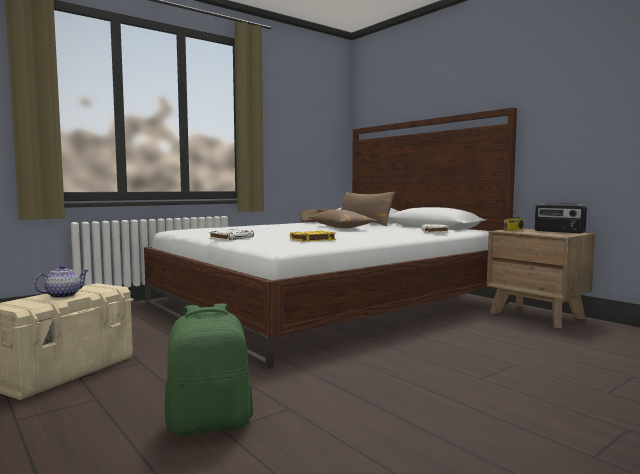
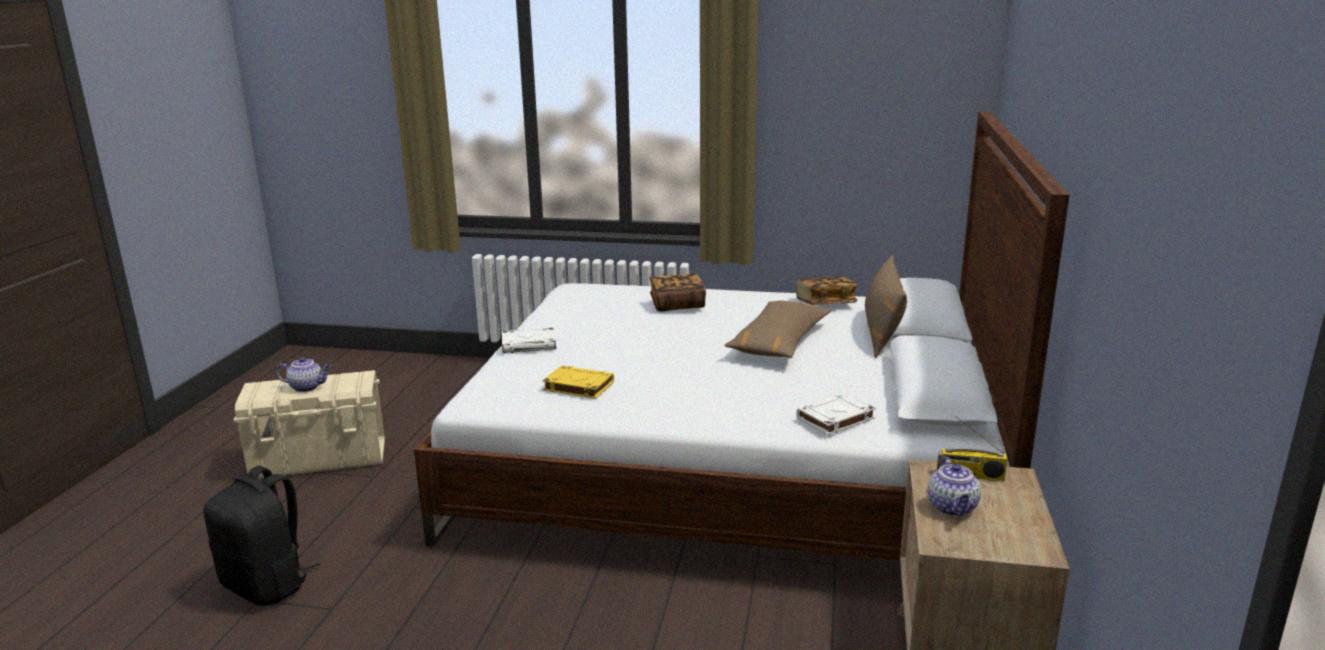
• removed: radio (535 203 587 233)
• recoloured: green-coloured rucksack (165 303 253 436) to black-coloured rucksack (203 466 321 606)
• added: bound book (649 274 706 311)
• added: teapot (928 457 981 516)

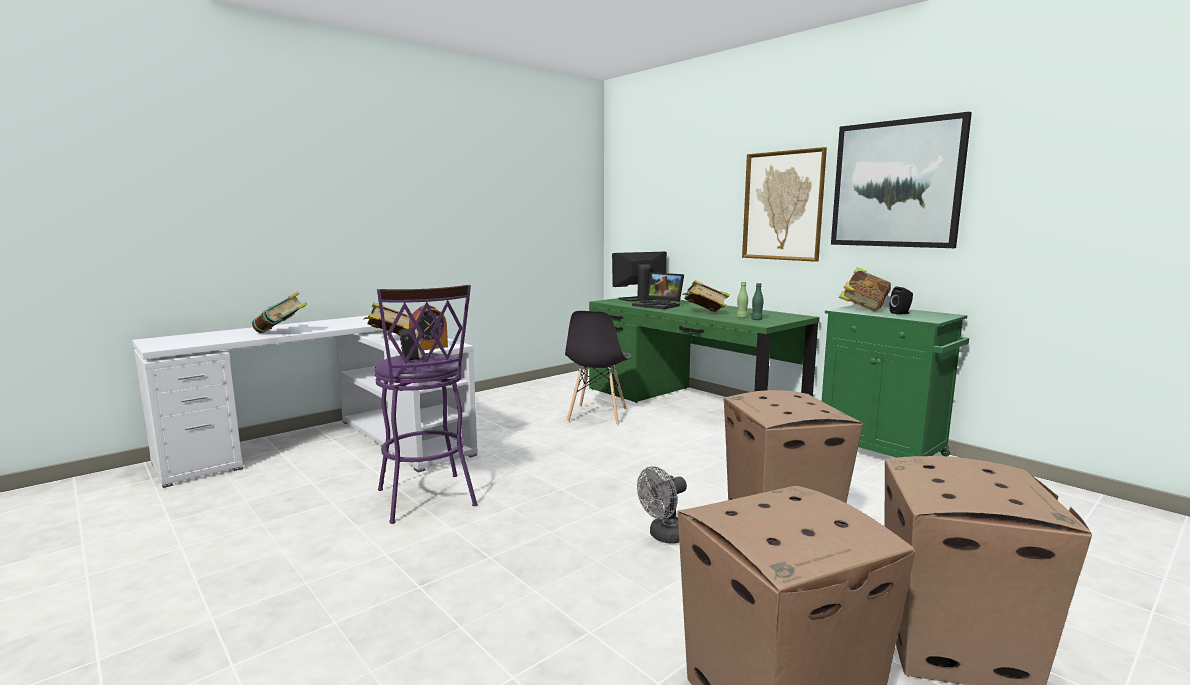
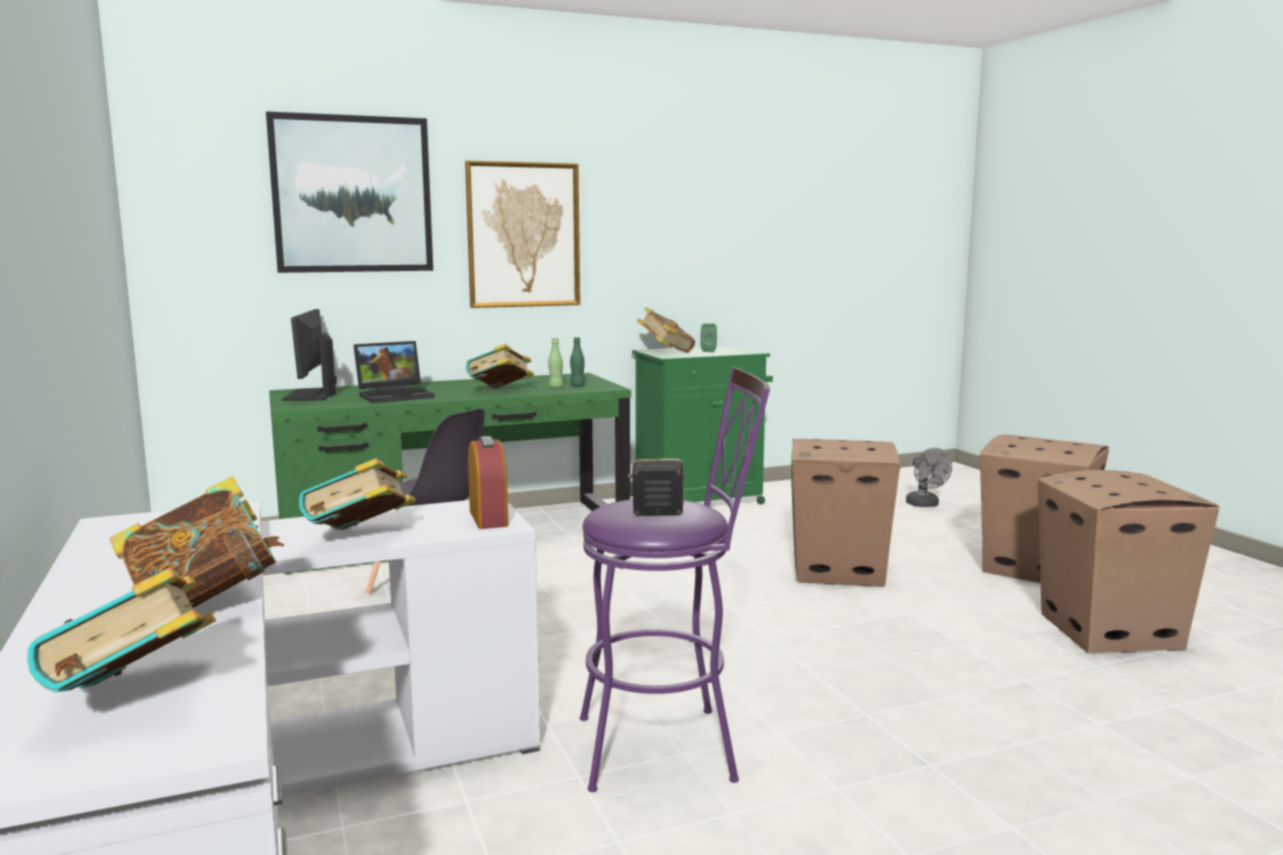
• moved: picture (831 112 972 248) to (266 111 433 273)
• recoloured: black-coloured audio speaker (889 287 913 315) to green-coloured audio speaker (700 323 717 352)
• moved: gray cooling fan (637 466 687 543) to (906 448 952 507)
• added: bound book (27 568 216 692)

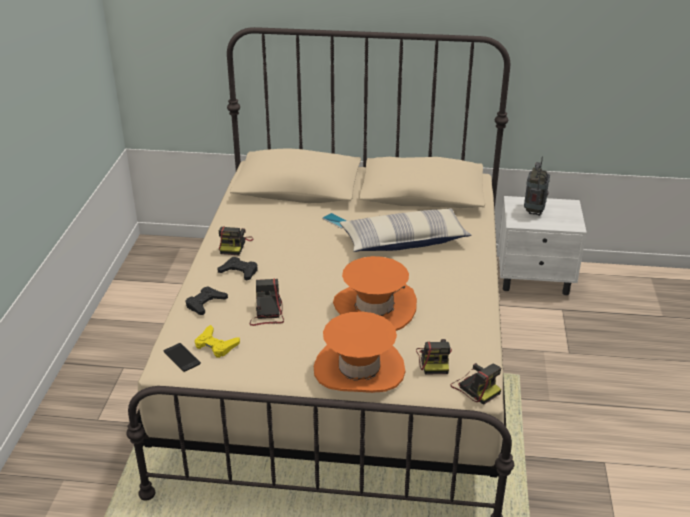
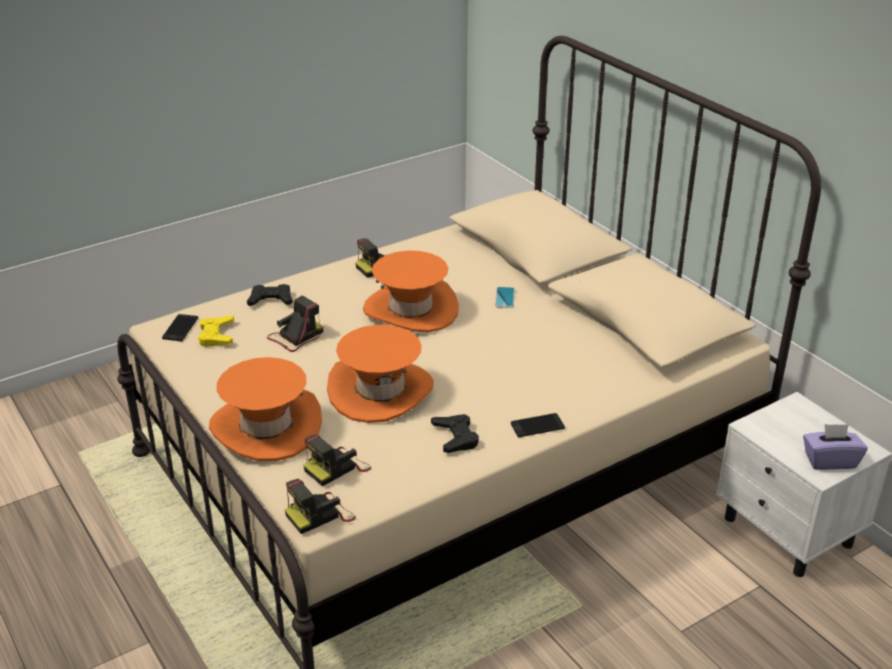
• removed: radio (524 156 550 216)
• removed: throw pillow (340 208 471 252)
• moved: black-coloured game controller (218 257 257 280) to (431 414 479 453)
• turned: still camera (450 363 501 405) = (285 479 356 534) 45 degrees clockwise
• added: orange clothing hat (363 251 459 333)
• added: telephone (511 413 565 437)
• added: purple-coloured tissue holder (803 424 868 470)

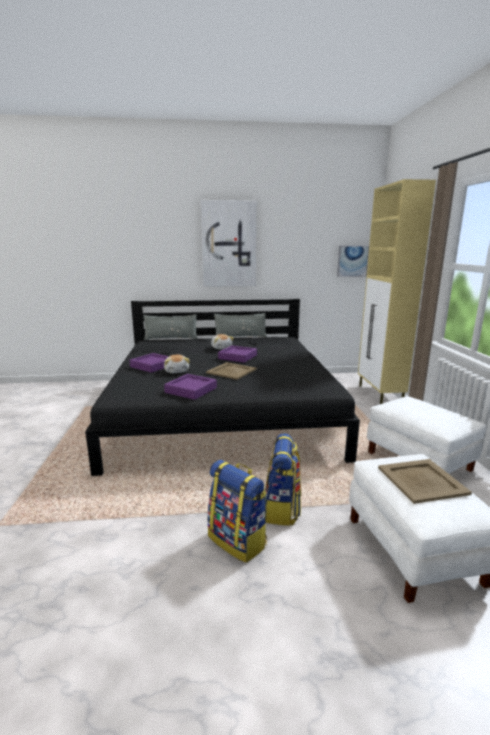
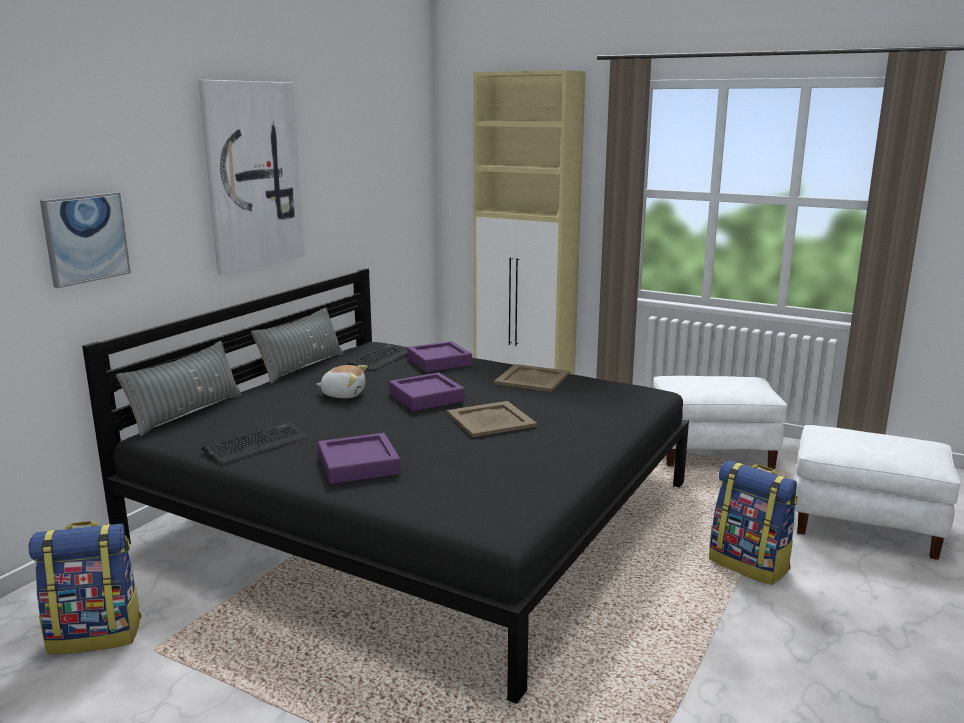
• moved: picture (337 246 369 277) to (40 192 131 288)
• removed: plush toy (164 355 190 373)
• moved: purple-coloured serving tray (164 374 217 400) to (407 341 472 372)
• moved: beige-coloured serving tray (378 459 472 504) to (494 364 570 392)
• moved: rucksack (207 460 267 563) to (28 521 142 655)

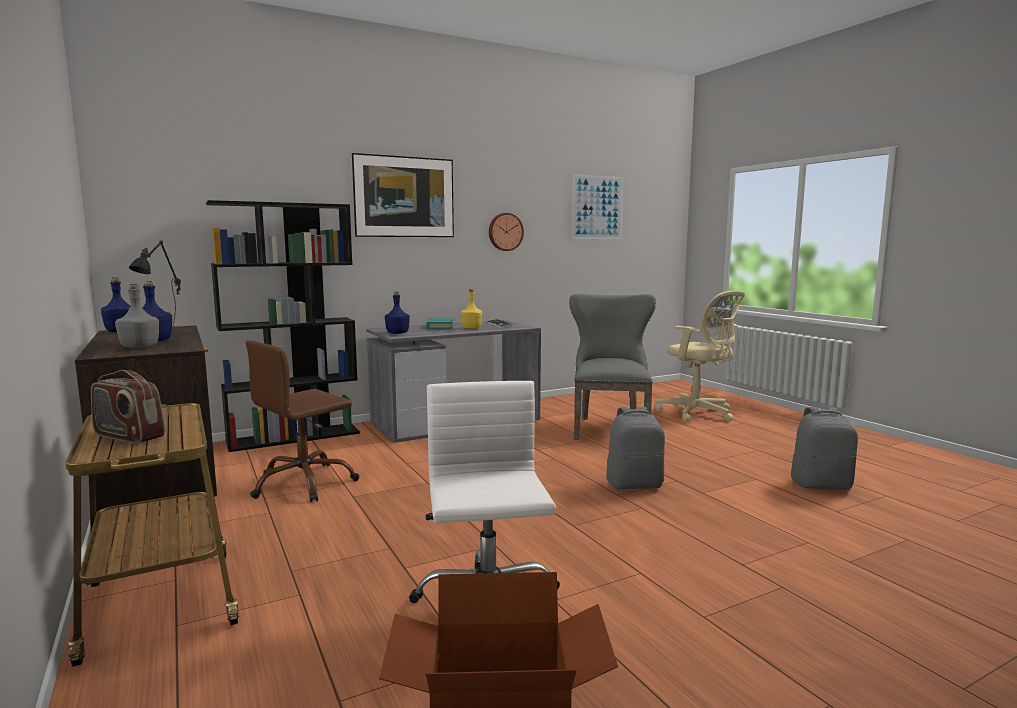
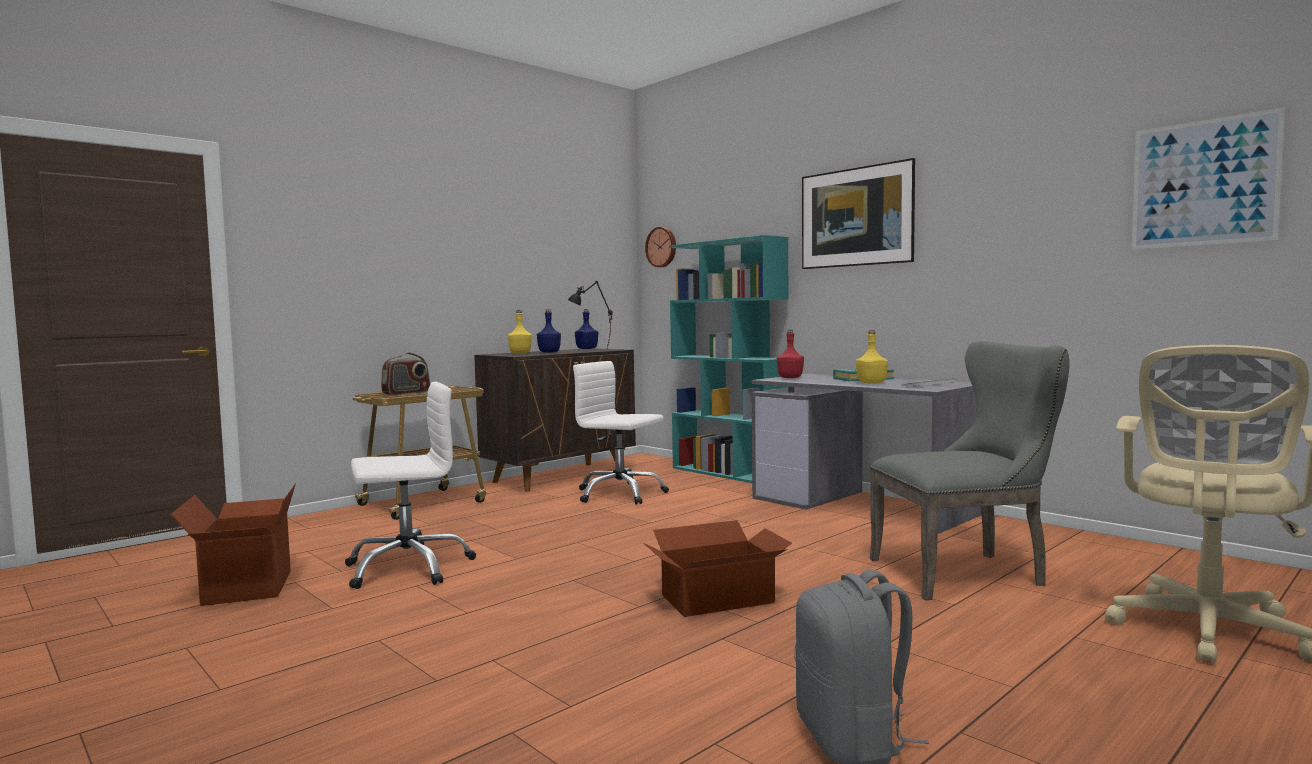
• recoloured: black-coloured bookcase (206 200 360 452) to turquoise bookcase (669 235 789 483)
• moved: clock on the wall (489 213 524 251) to (645 227 676 267)
• recoloured: gray bottle (115 284 159 348) to yellow bottle (508 310 532 354)
• recoloured: blue bottle (385 292 410 334) to red-coloured bottle (777 330 804 378)
• recoloured: brown desk chair (245 340 359 502) to white-coloured desk chair (573 361 669 504)
• turned: radio (91 370 165 444) = (381 353 430 395) 150 degrees counterclockwise
• replaced: gray rucksack (606 407 665 489) to cardboard box (643 520 792 617)

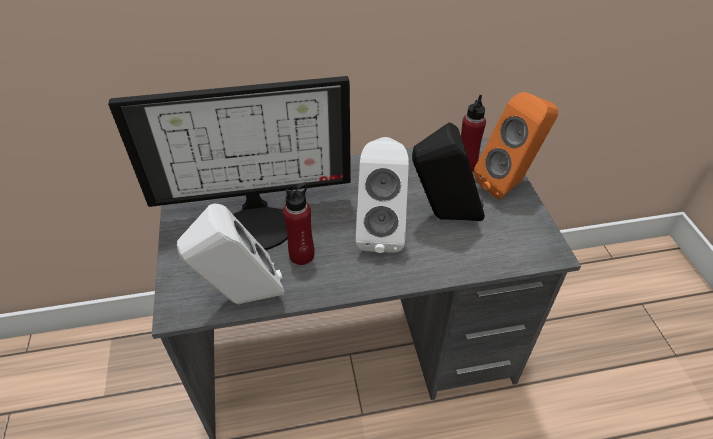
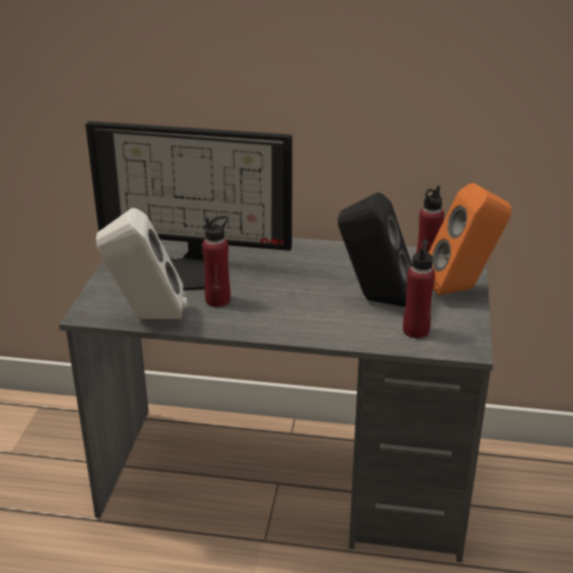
• removed: white-coloured audio speaker (356 137 409 253)
• added: red-coloured bottle (403 239 435 338)

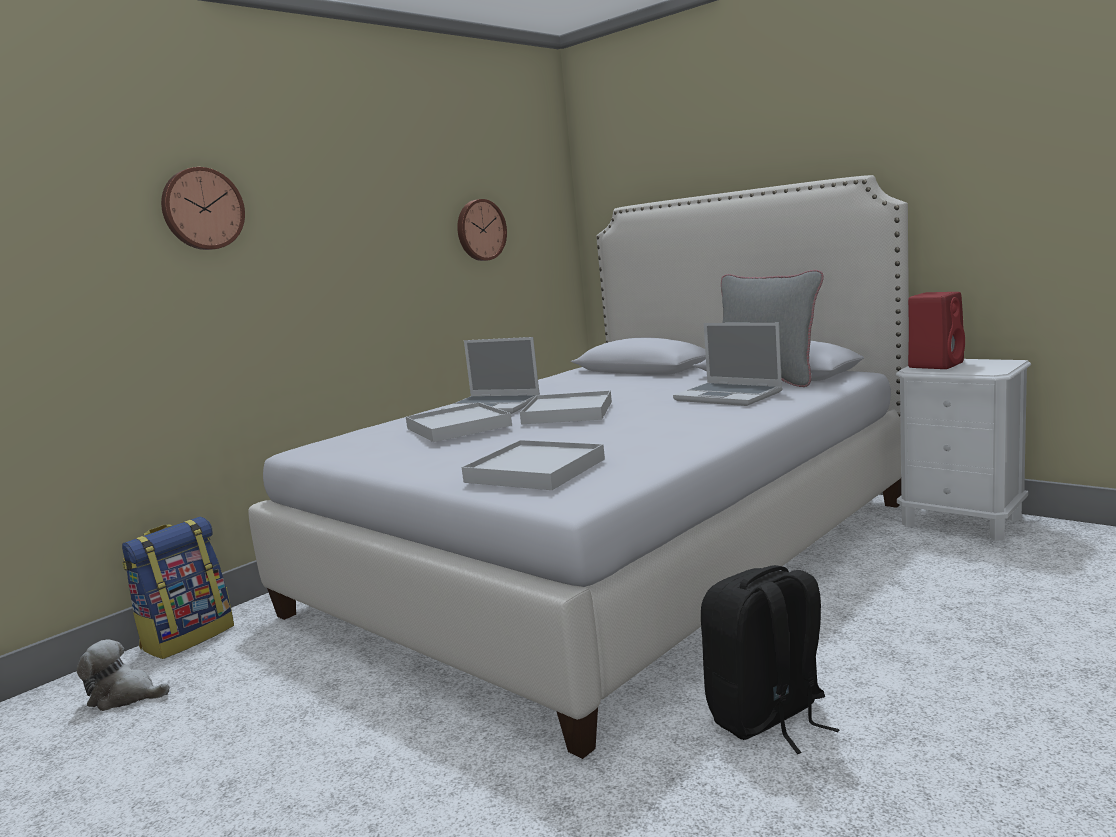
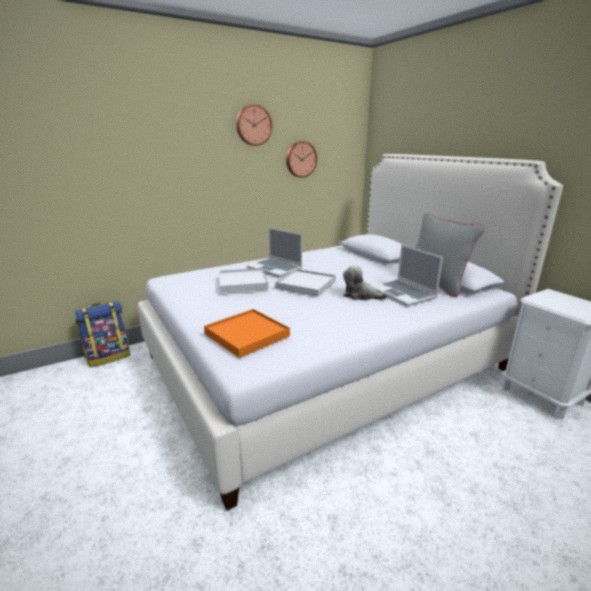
• moved: clock on the wall (161 167 245 250) to (236 104 272 146)
• removed: red-coloured audio speaker (908 292 965 369)
• recoloured: white-coloured serving tray (462 440 605 490) to orange serving tray (204 309 290 358)
• removed: black-coloured rucksack (701 565 839 754)
• moved: plush toy (77 640 169 711) to (343 265 388 300)

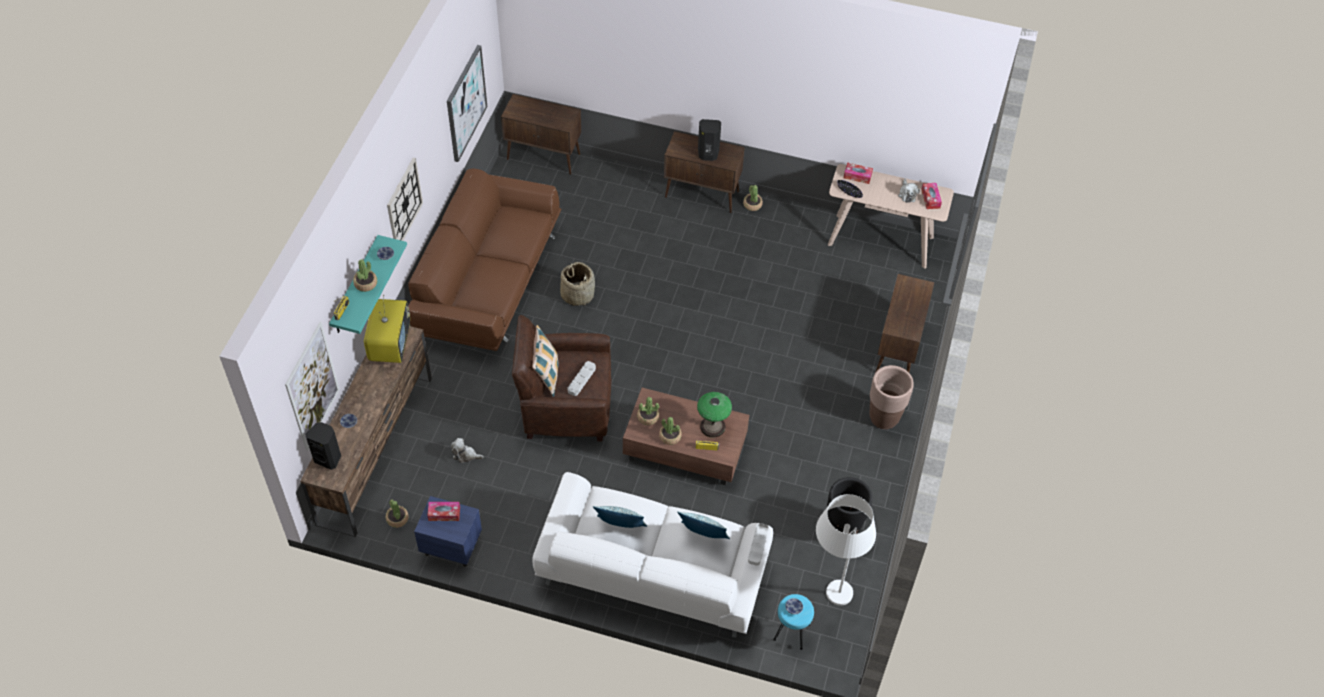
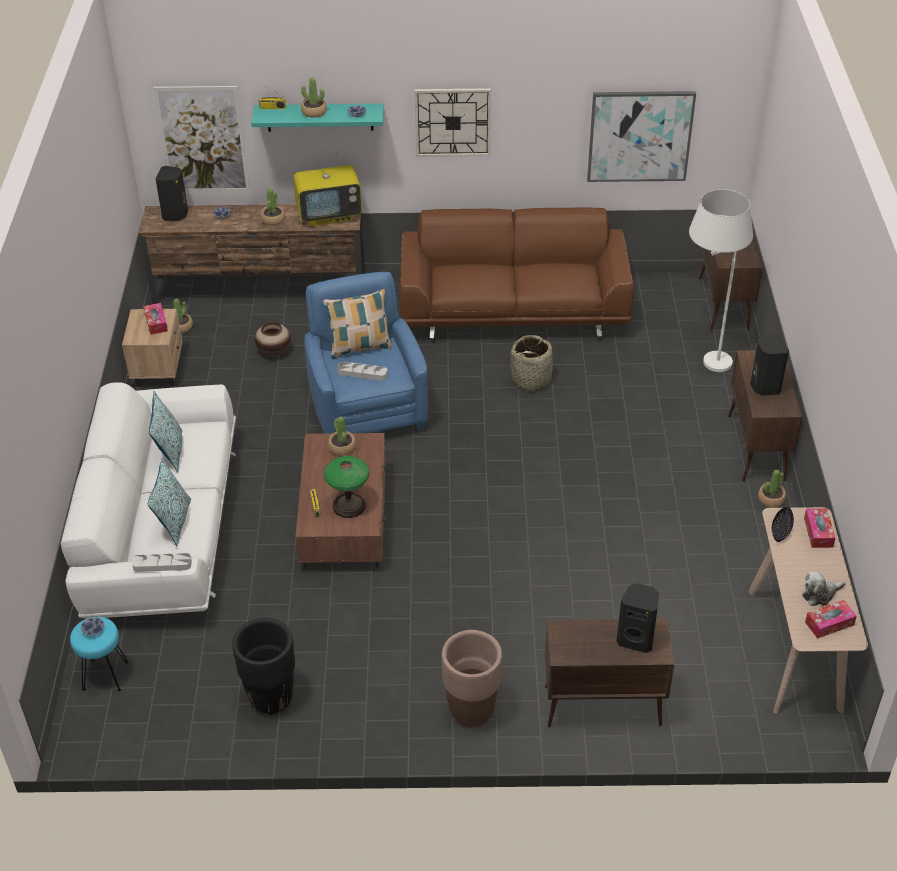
• recoloured: brown lounge chair (512 315 612 441) to blue lounge chair (304 272 428 434)
• moved: plant in a pot (659 417 682 445) to (261 188 285 225)
• replaced: plush toy (451 438 484 463) to vase (255 322 291 356)
• moved: white-coloured standing lamp (816 494 876 606) to (689 189 753 372)
• recoloured: blue night table (414 496 482 567) to beige-coloured night table (122 309 182 387)
• added: black-coloured audio speaker (617 583 659 653)

